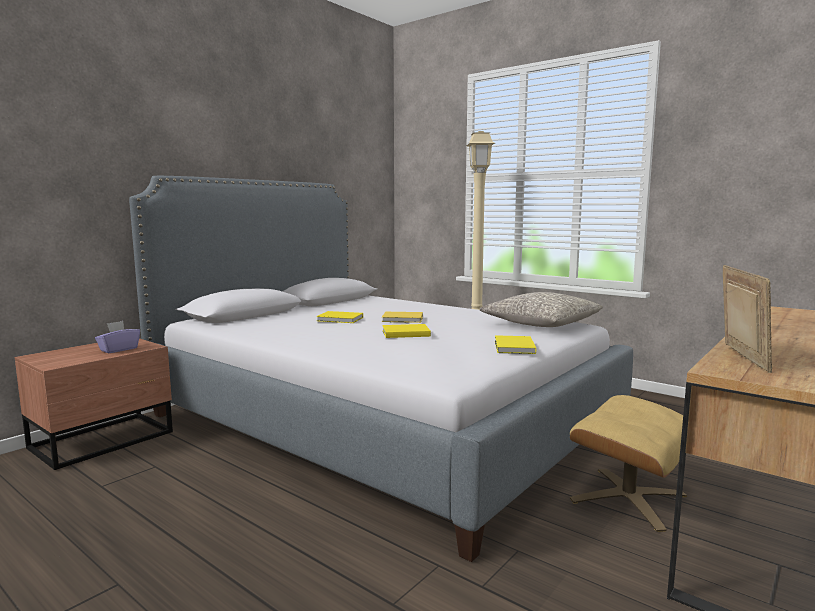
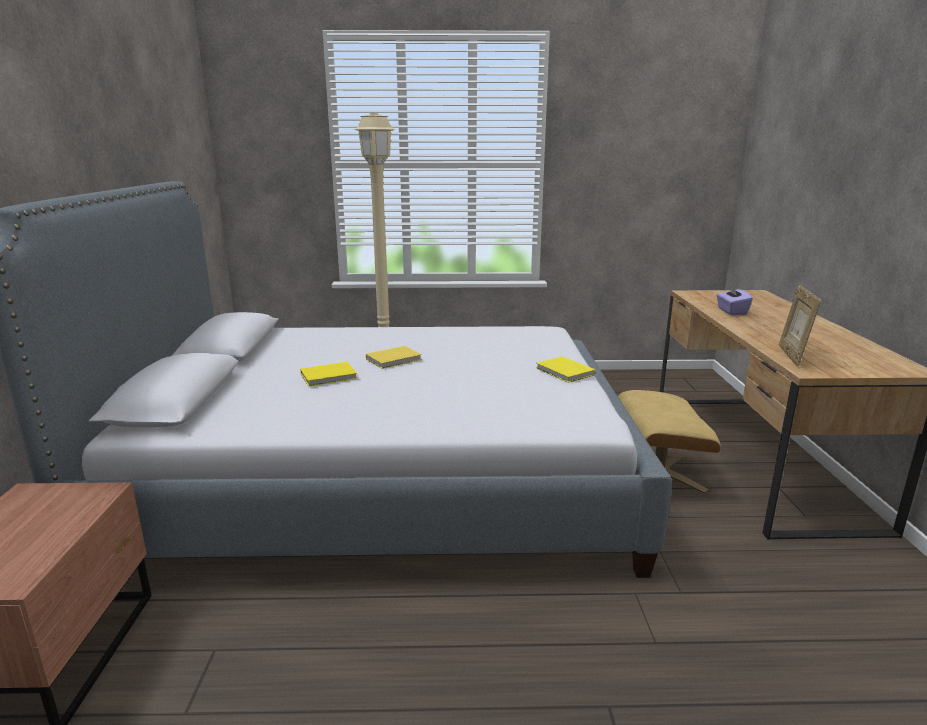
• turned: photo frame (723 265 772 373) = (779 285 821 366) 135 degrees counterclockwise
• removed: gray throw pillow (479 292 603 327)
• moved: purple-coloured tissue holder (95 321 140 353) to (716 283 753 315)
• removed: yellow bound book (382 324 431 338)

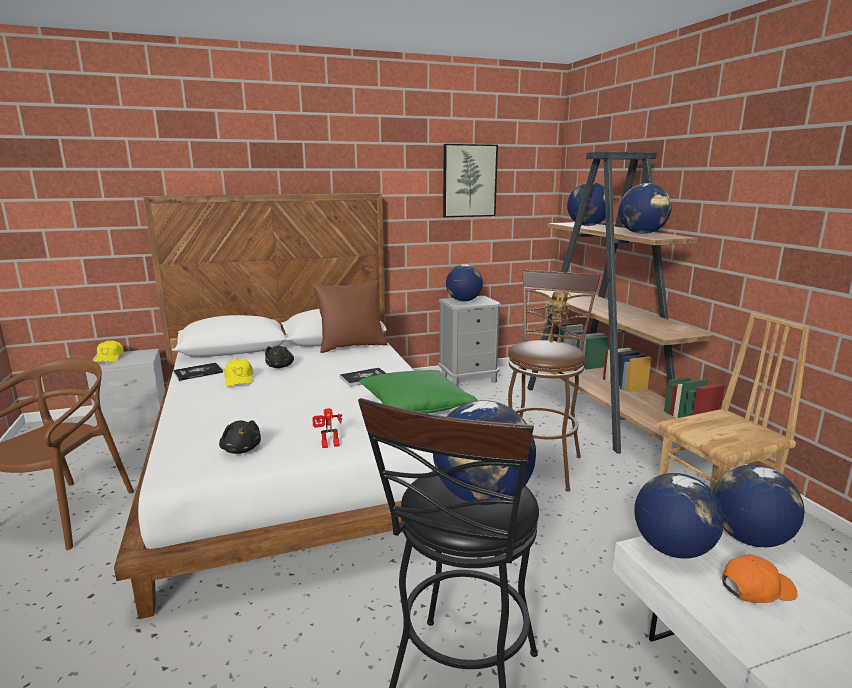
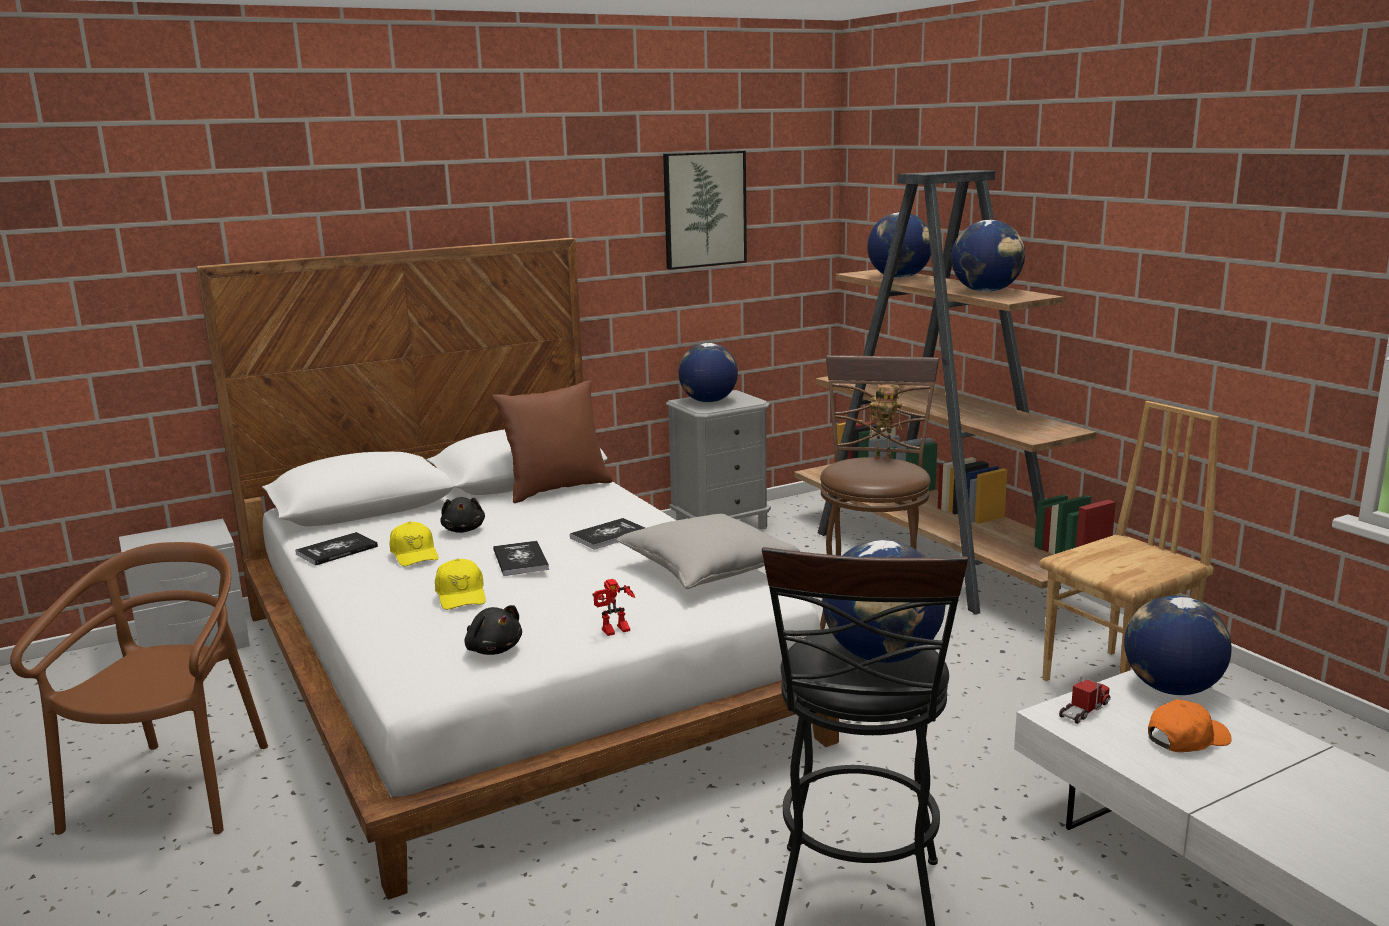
• moved: yellow baseball cap (94 340 124 363) to (435 559 486 610)
• recoloured: green-coloured throw pillow (359 370 478 414) to gray throw pillow (617 514 800 589)
• replaced: world globe (635 473 724 559) to toy lorry (1059 675 1110 724)
• added: bound book (493 541 549 576)

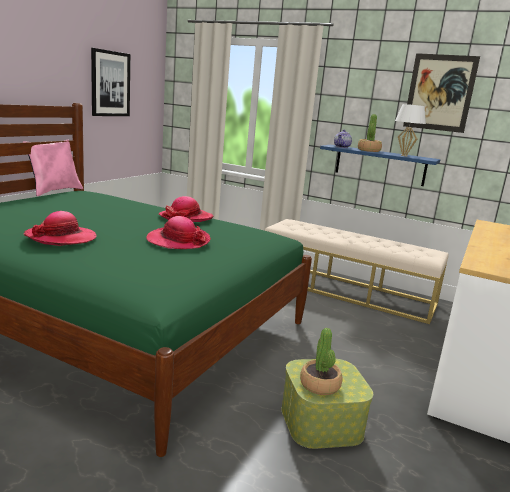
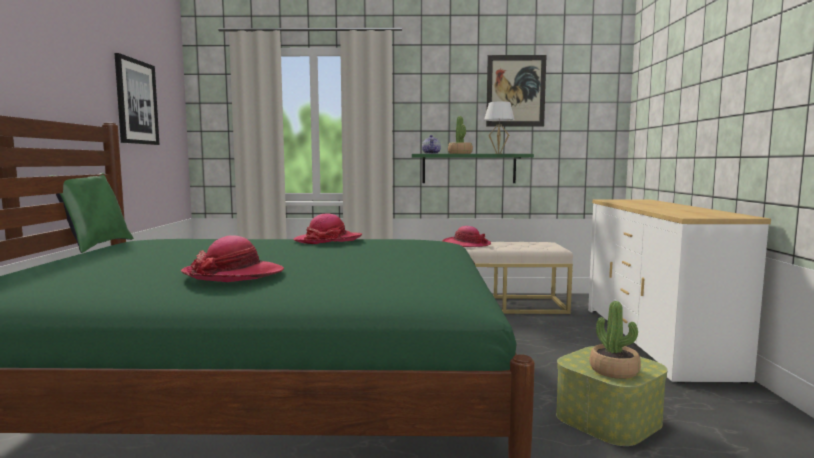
• recoloured: pinkish throw pillow (23 139 83 196) to green-coloured throw pillow (49 173 134 253)
• recoloured: blue wall shelf (320 145 440 186) to green-coloured wall shelf (412 154 534 183)
• moved: clothing hat (146 216 211 249) to (442 226 491 247)

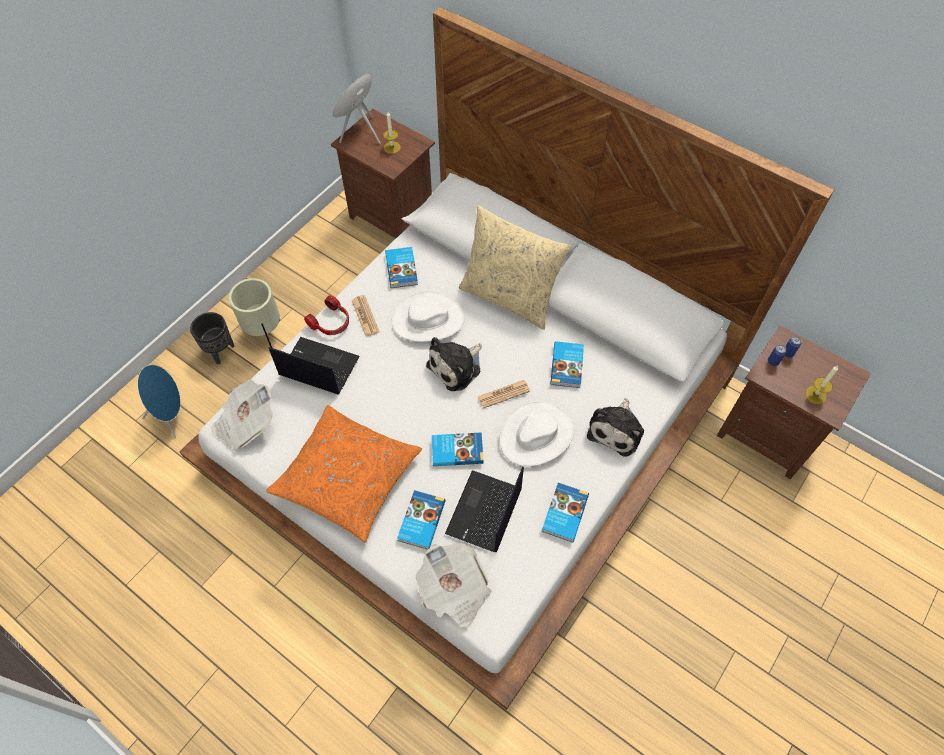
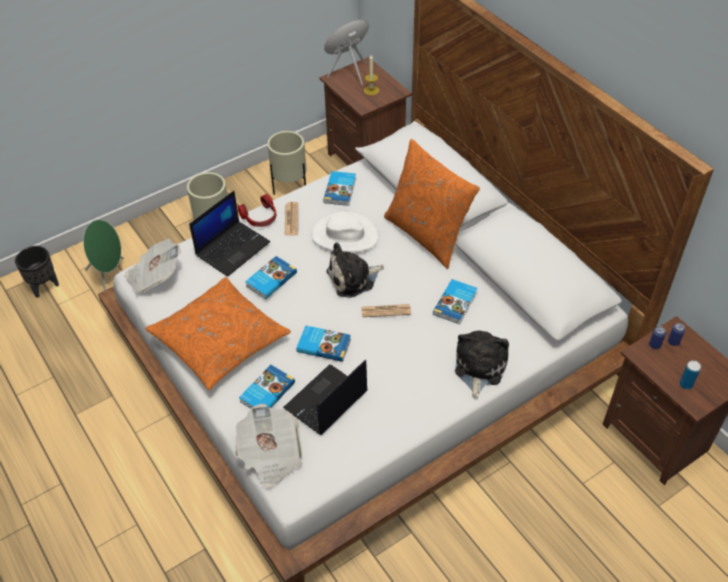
• recoloured: beige-coloured throw pillow (459 206 571 330) to orange throw pillow (384 139 480 269)
• moved: black-coloured flower pot (190 312 235 364) to (15 246 59 298)
• turned: laptop (269 337 360 394) = (189 191 270 277) 90 degrees clockwise
• recoloured: blue audio speaker (137 365 181 438) to green-coloured audio speaker (83 220 124 291)
• replaced: wax candle (805 366 838 404) to can (679 360 701 390)
• turned: plush toy (587 398 644 456) = (455 330 509 399) 150 degrees clockwise
• removed: white-coloured clothing hat (499 401 574 467)
• moved: bound book (541 483 589 542) to (245 256 297 299)
• added: beige-coloured flower pot (267 131 306 195)

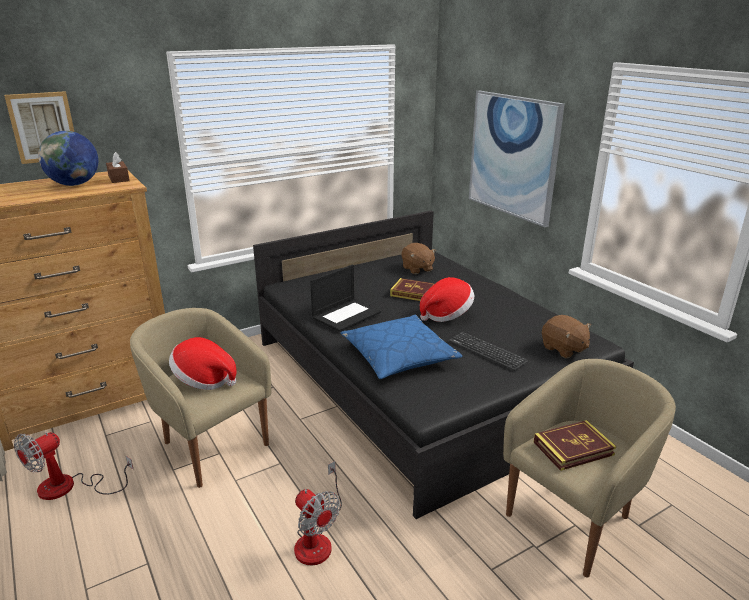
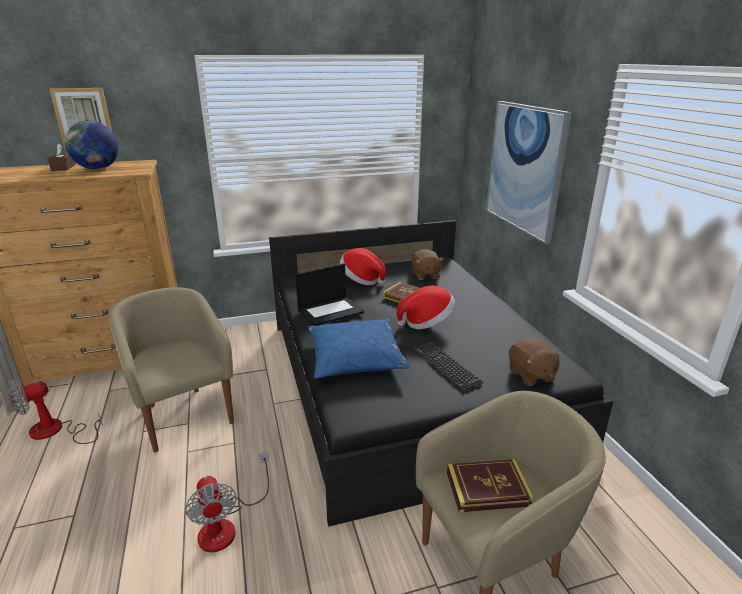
• moved: brown tissue holder (106 152 130 183) to (48 143 76 171)
• moved: clothing hat (169 337 237 390) to (340 248 386 285)

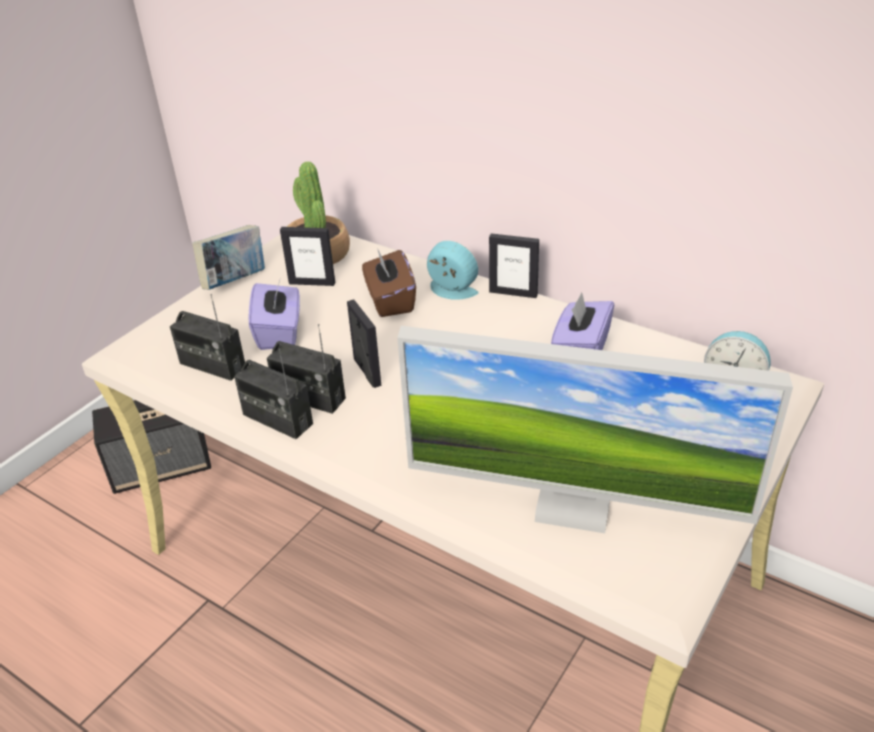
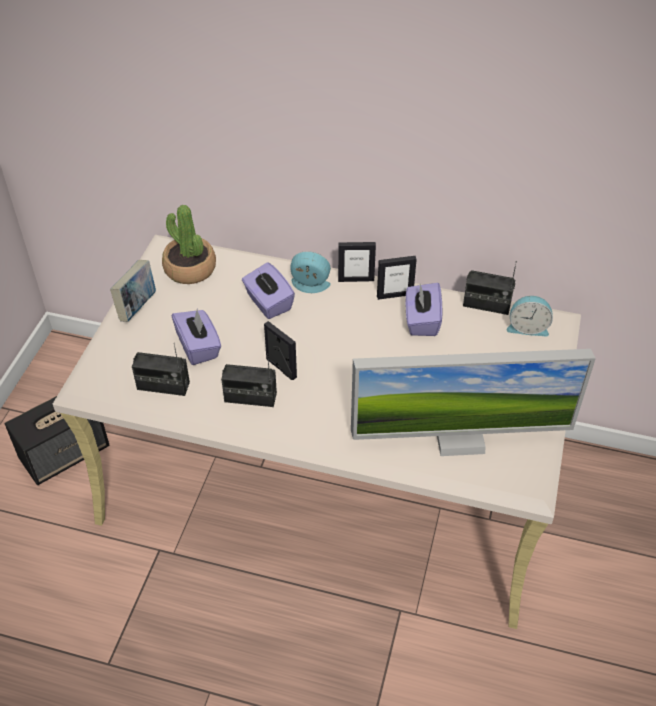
• moved: photo frame (280 227 335 286) to (377 256 417 300)
• recoloured: brown tissue holder (362 248 416 317) to purple-coloured tissue holder (242 262 295 319)
• moved: radio (234 348 313 439) to (463 261 517 315)

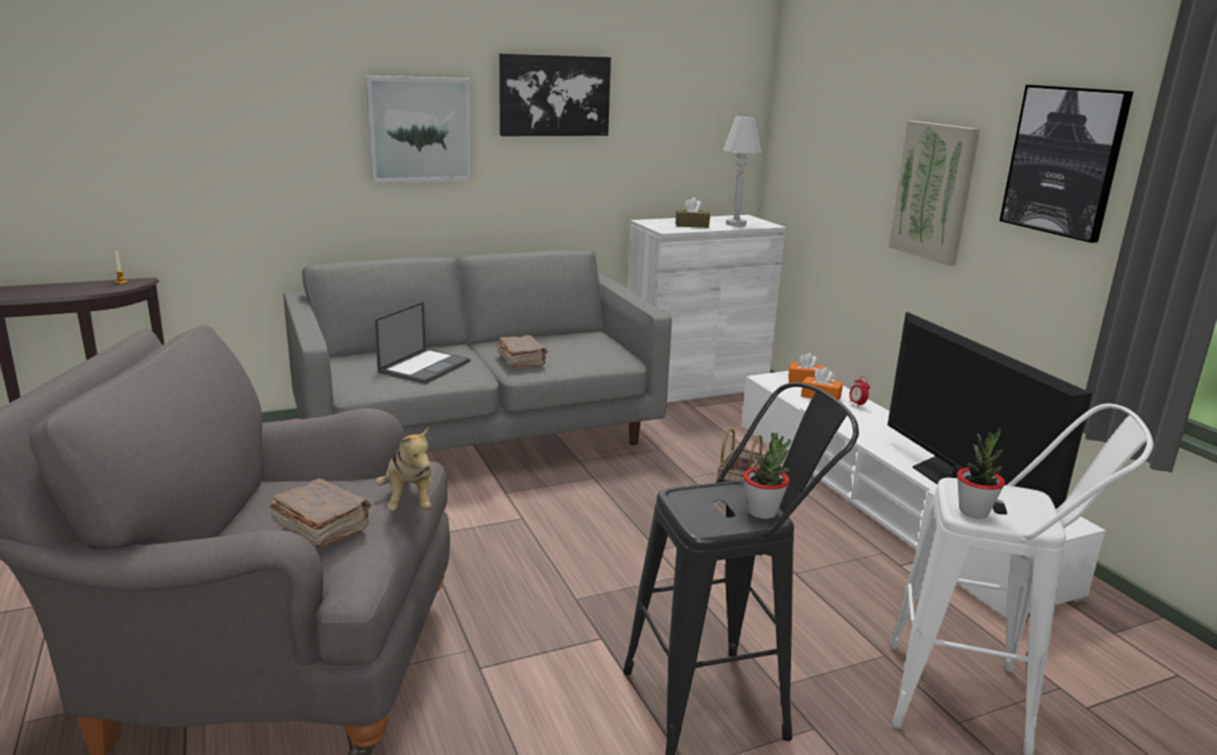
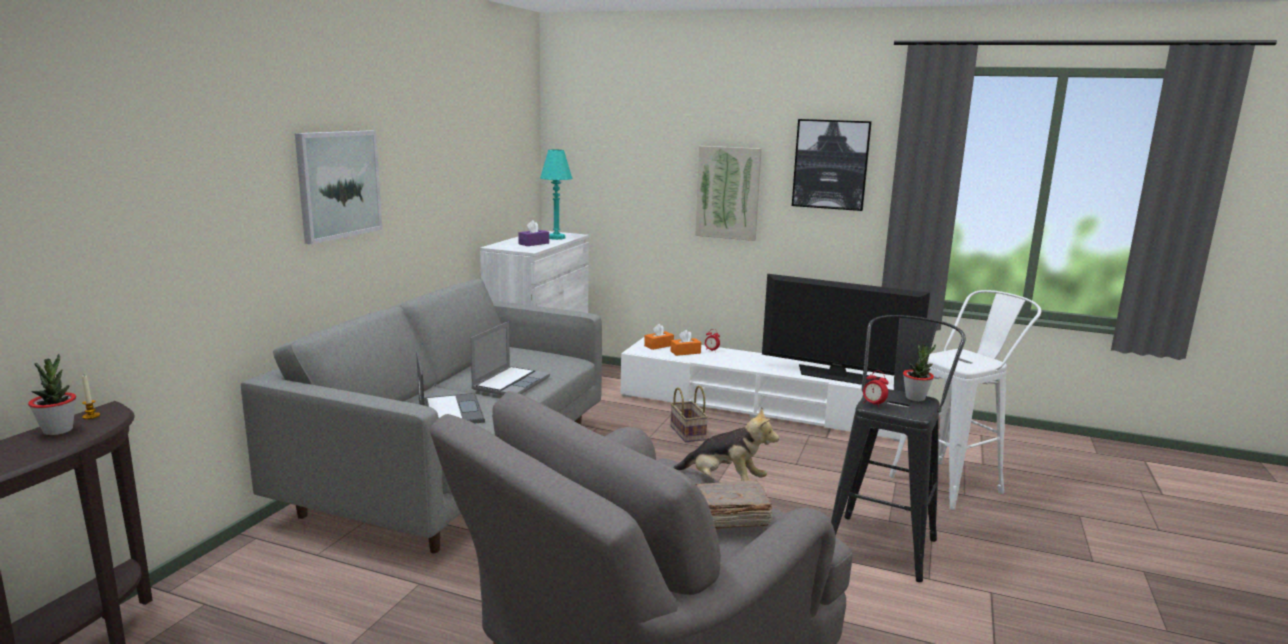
• removed: picture (499 53 611 136)
• recoloured: white-coloured lamp for a table (723 115 762 227) to turquoise lamp for a table (540 150 573 240)
• recoloured: brown tissue holder (676 197 710 228) to purple-coloured tissue holder (518 220 549 246)
• replaced: brown bound book (497 335 548 368) to laptop (470 321 550 395)
• moved: plant in a pot (957 428 1005 519) to (28 354 76 435)
• added: bedside clock (863 370 889 408)

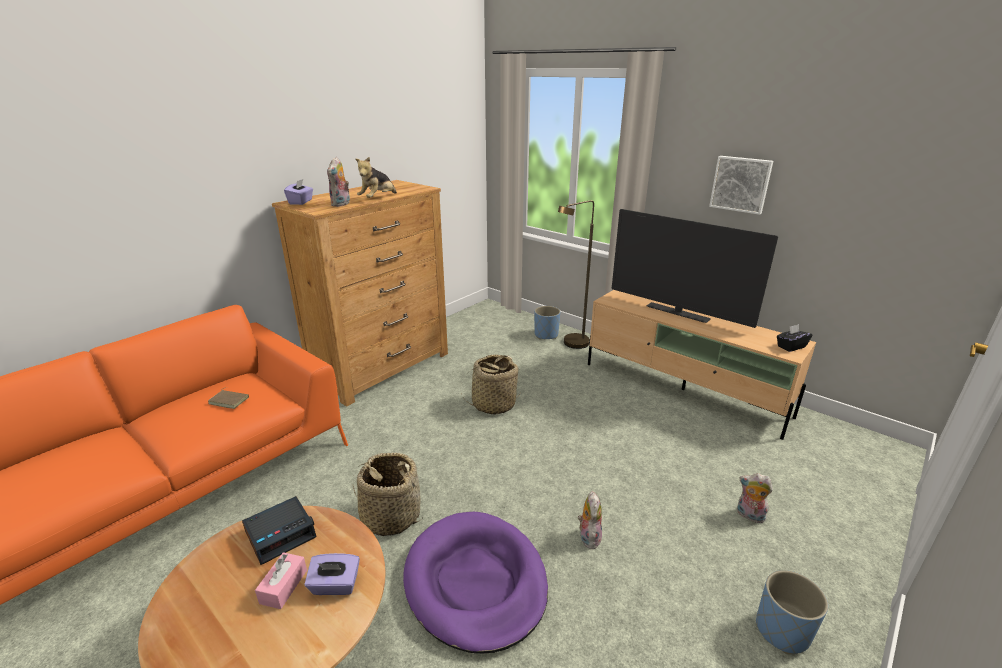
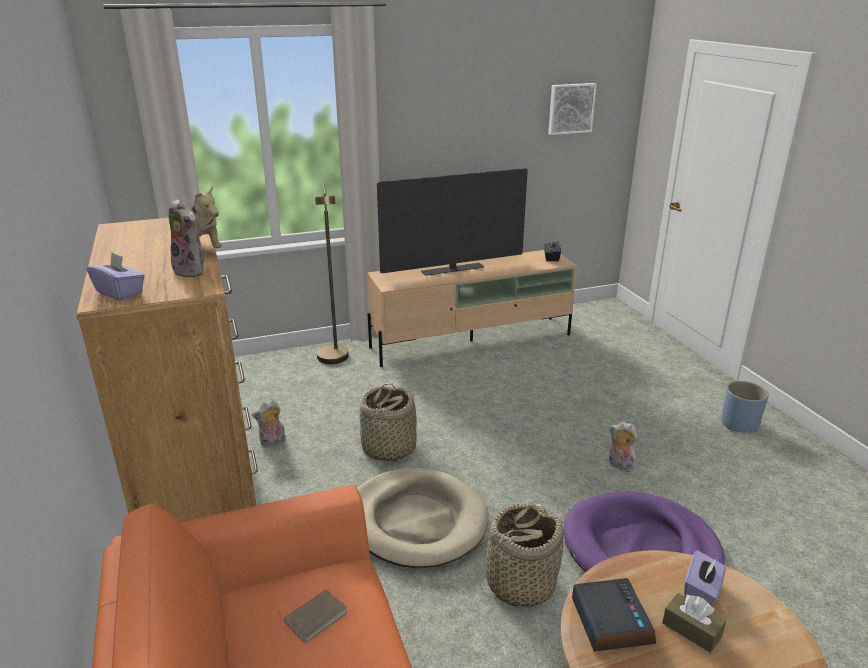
• moved: picture (709 156 773 215) to (548 83 597 135)
• removed: blue flower pot (534 306 560 339)
• moved: plush toy (737 473 773 523) to (252 399 286 447)
• recoloured: pinkish tissue holder (255 552 307 609) to brown tissue holder (662 593 726 653)
• added: beige-coloured pet bed (357 467 489 568)

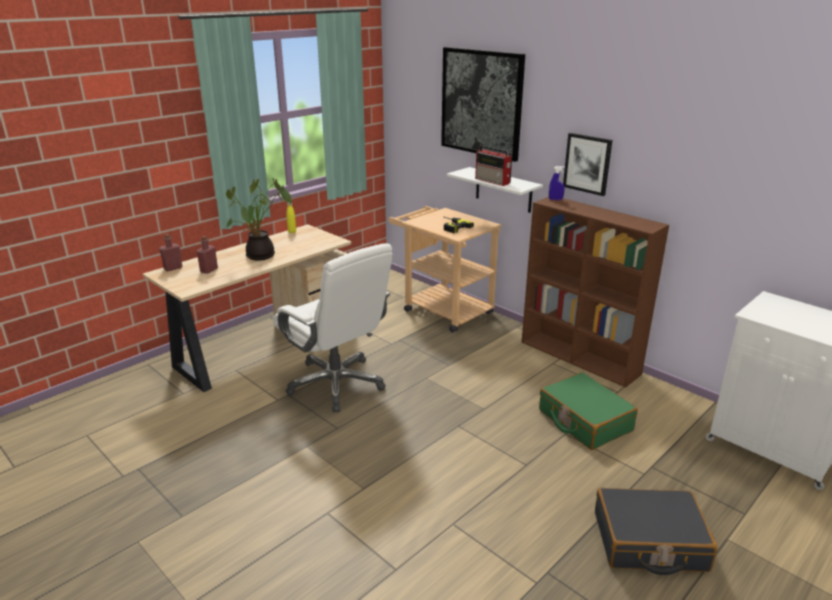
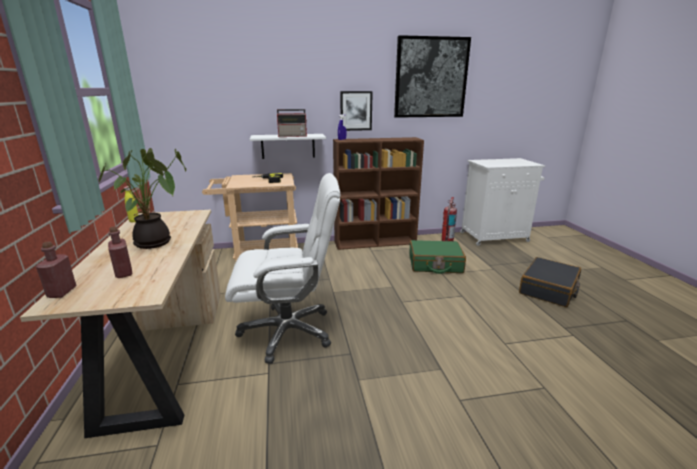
• moved: picture (441 47 525 162) to (394 35 471 118)
• added: fire extinguisher (442 197 457 241)

